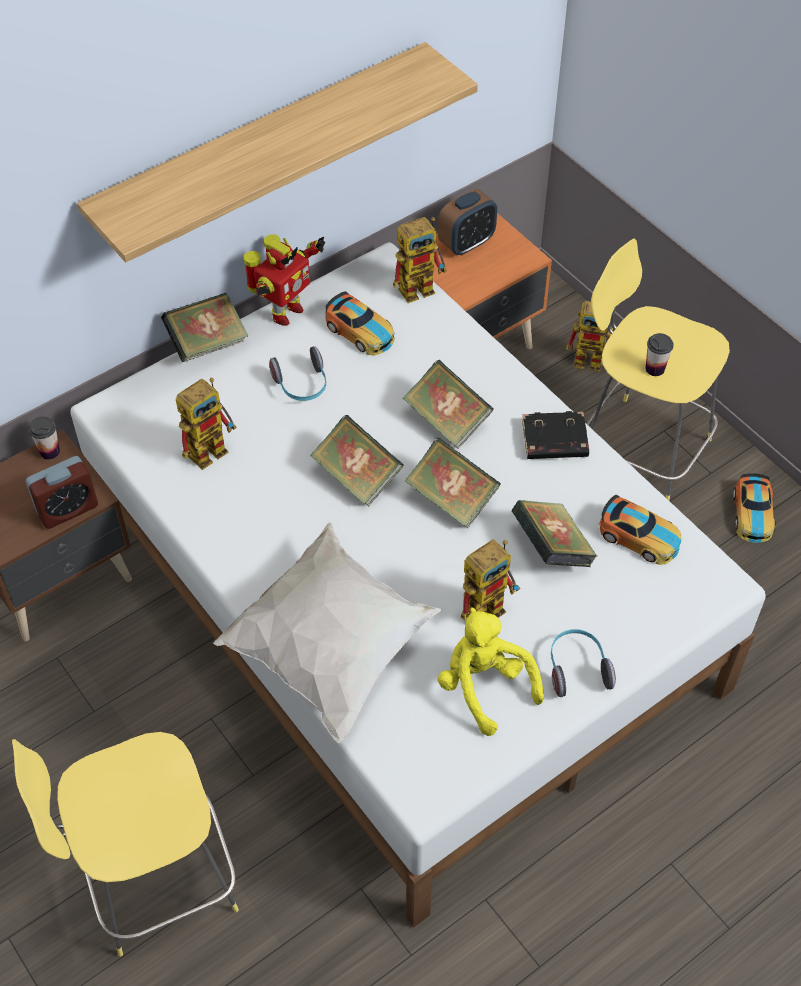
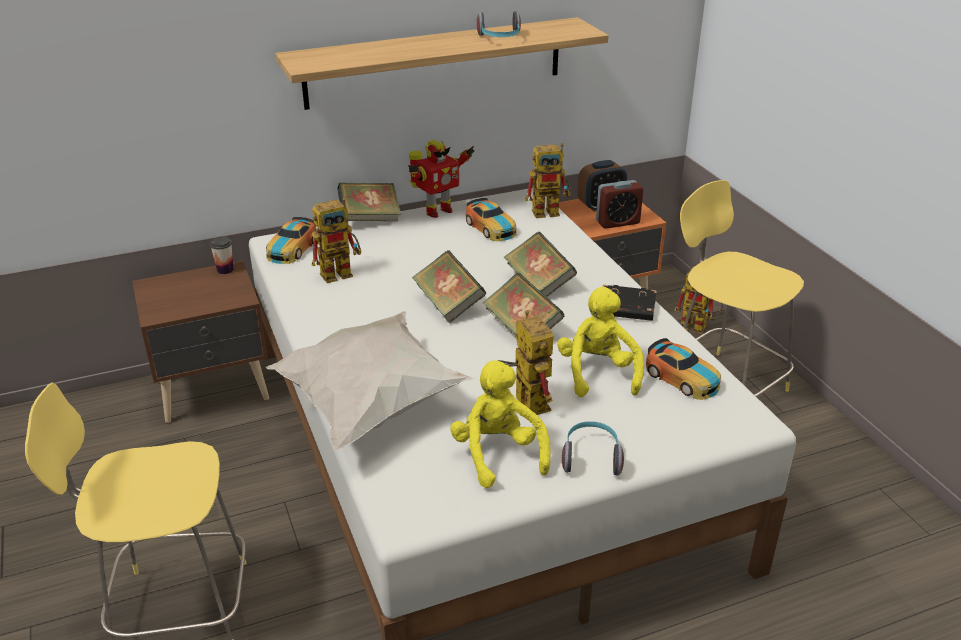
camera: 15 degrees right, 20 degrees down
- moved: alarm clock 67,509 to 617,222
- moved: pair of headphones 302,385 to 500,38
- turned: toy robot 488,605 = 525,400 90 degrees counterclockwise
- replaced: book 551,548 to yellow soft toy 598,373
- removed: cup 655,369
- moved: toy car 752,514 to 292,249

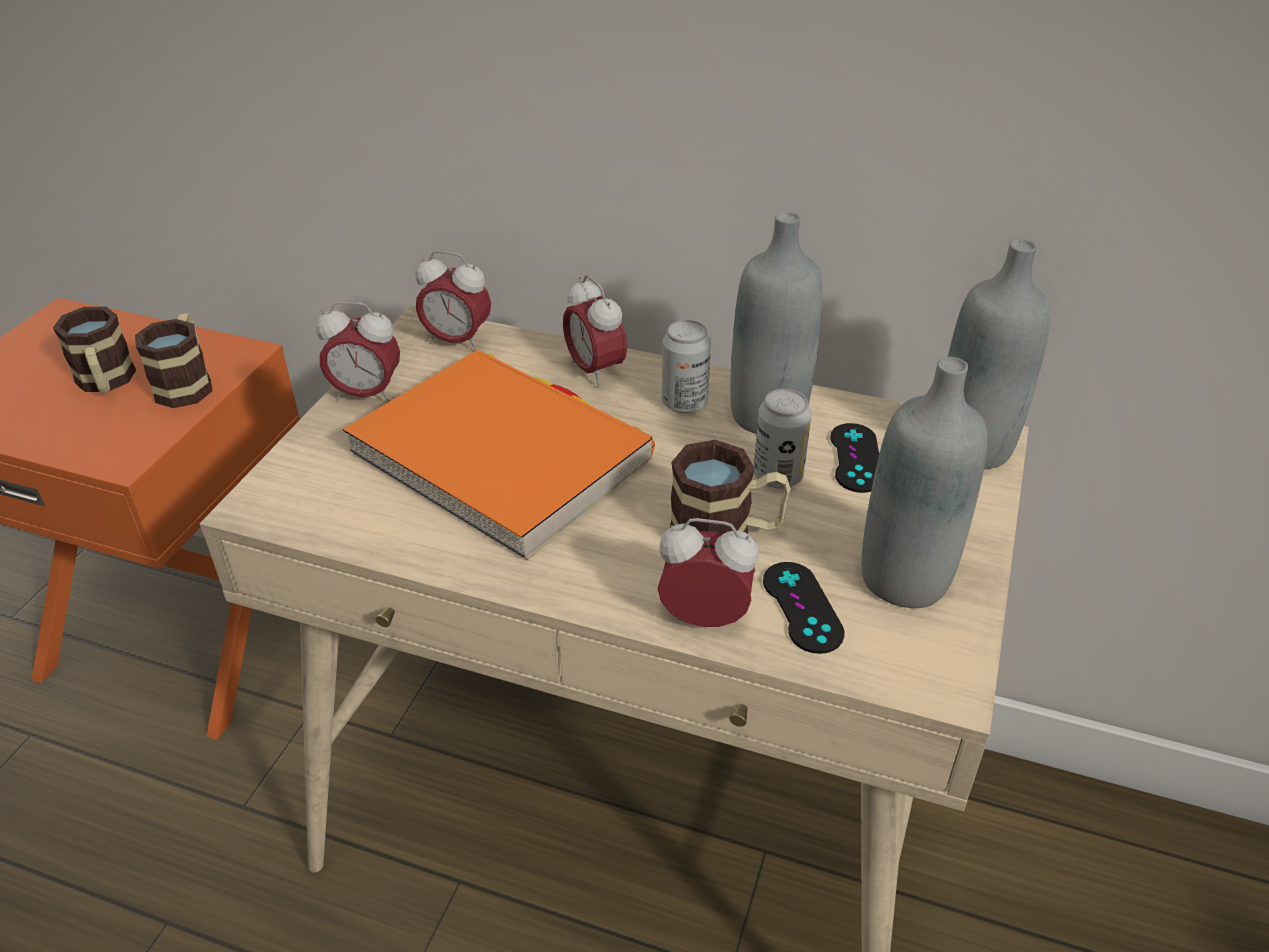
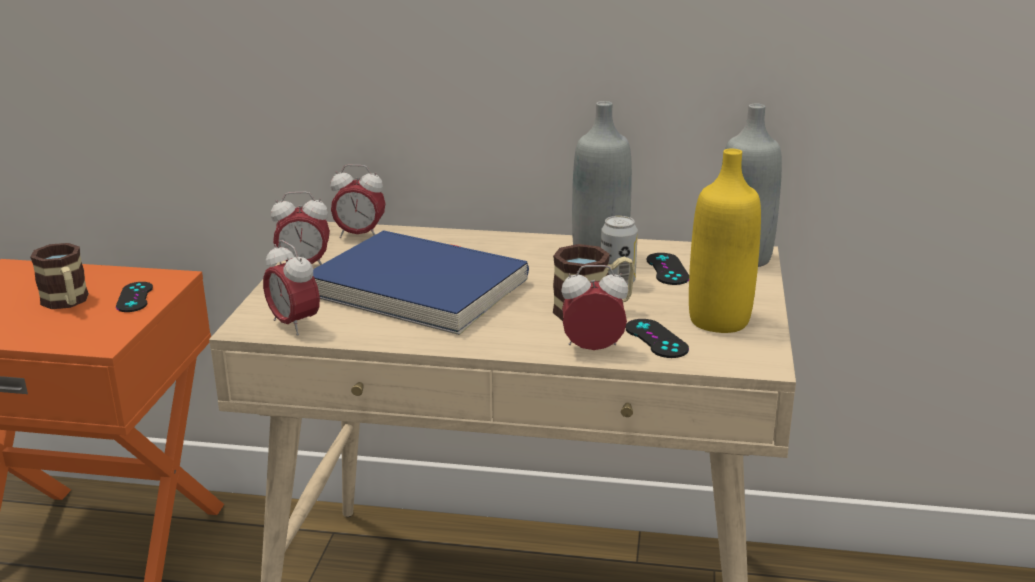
camera: 10 degrees left, 15 degrees down
- replaced: tea mug 187,383 to black-coloured gamepad 134,297
- recoloured: orange book 501,457 to blue-coloured book 419,289
- moved: alarm clock 595,371 to 294,325
- removed: metal can 684,403
- recoloured: greyish bottle 904,578 to yellow bottle 719,320

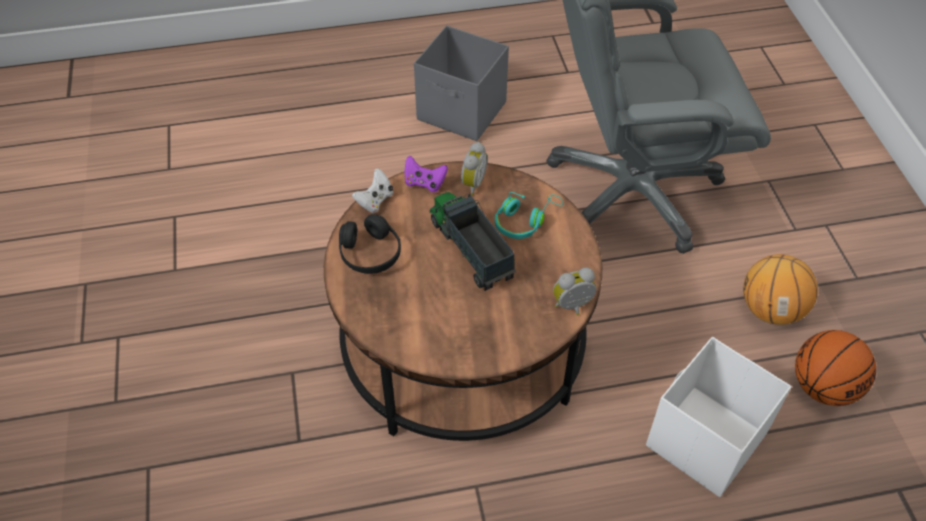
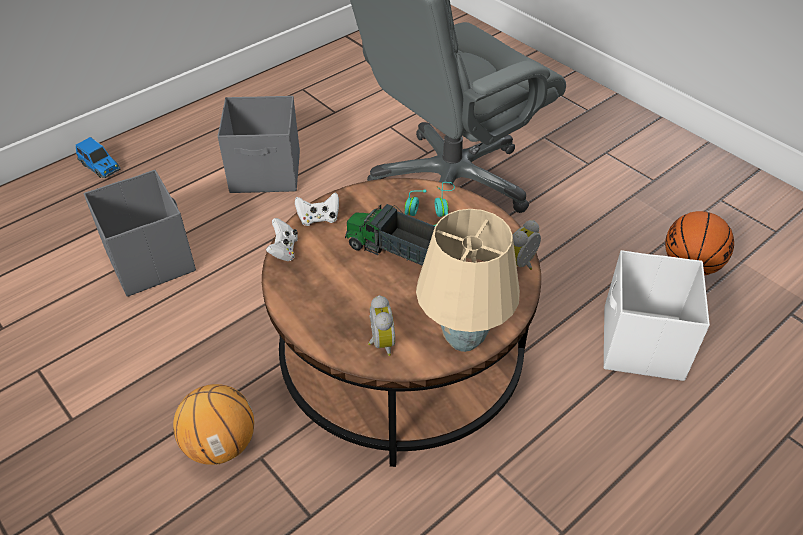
camera: 30 degrees left, 5 degrees down
- removed: black-coloured pair of headphones 370,253
- recoloured: purple gamepad 424,183 to white gamepad 318,218
- moved: alarm clock 471,183 to 380,343
- moved: ball for basketball 770,309 to 220,444
- added: toy car 100,167
- added: greyish storage container 150,260
- added: beige-coloured lamp for a table 462,339

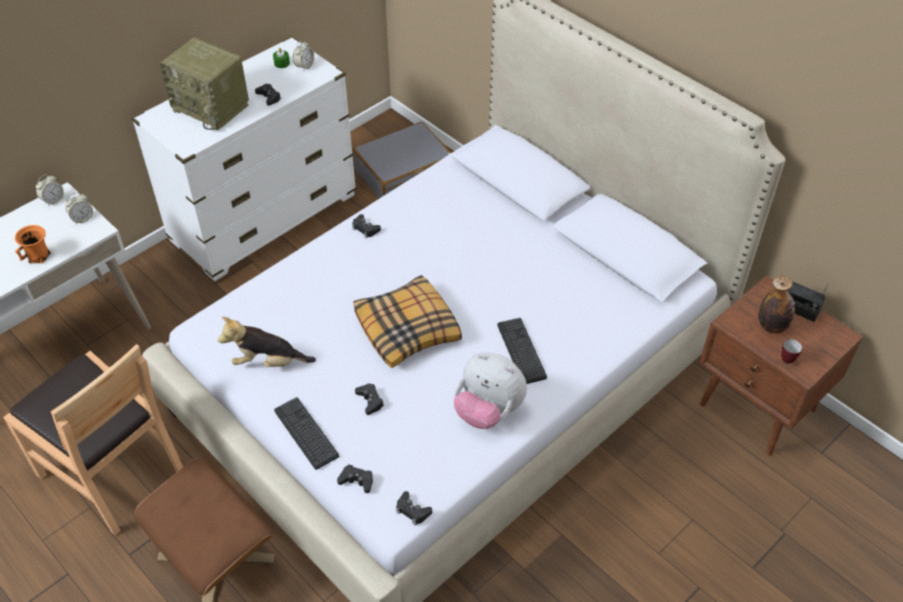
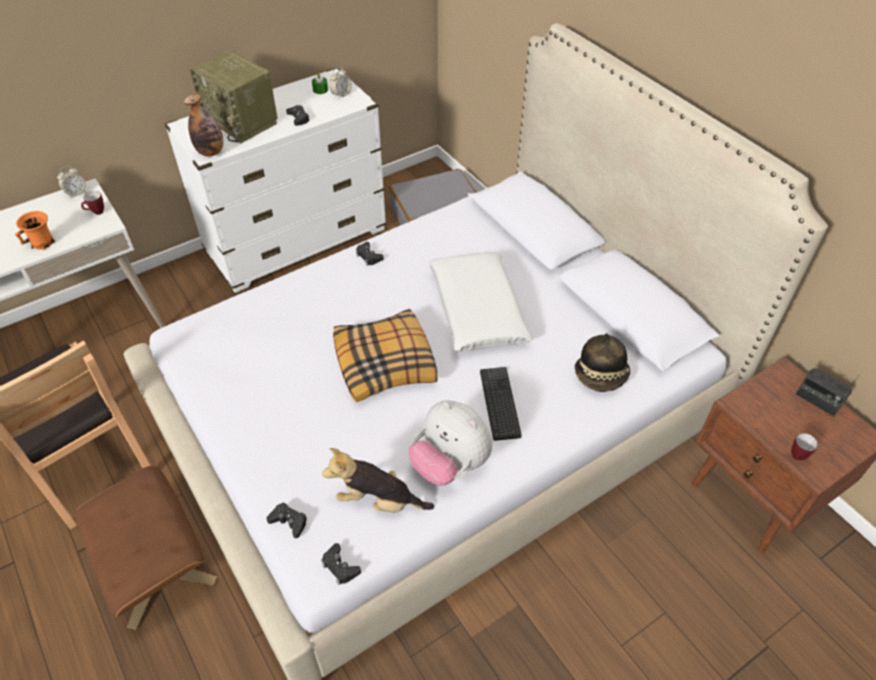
camera: 10 degrees right, 0 degrees up
- replaced: alarm clock 82,218 to tea mug 96,212
- moved: soft toy 268,362 to 378,500
- removed: PC keyboard 306,433
- removed: black-coloured gamepad 370,401
- moved: bottle 772,326 to 211,152
- added: white cushion 477,310
- added: wearable hat 601,375

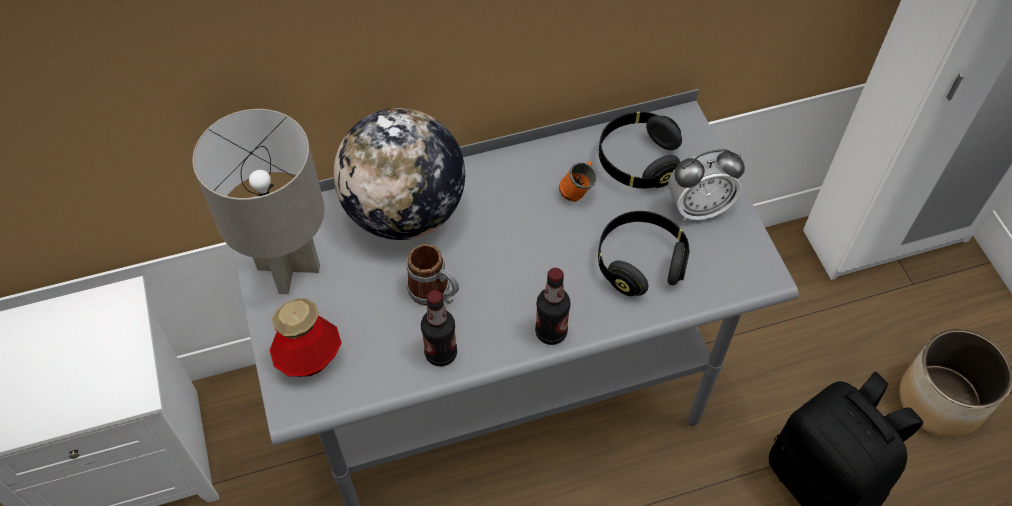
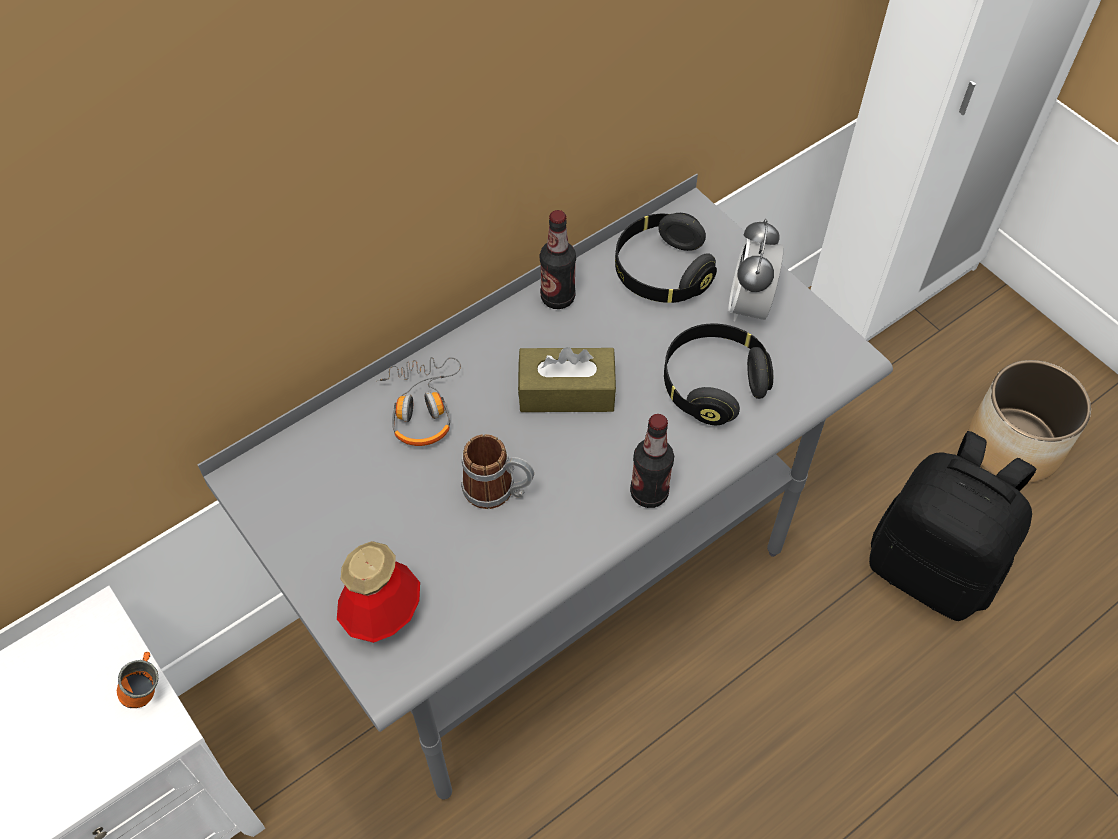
camera: 20 degrees left, 0 degrees up
- removed: greyish lamp for a table 289,268
- replaced: world globe 405,212 to pair of headphones 422,408
- moved: bottle 441,353 to 557,297
- moved: orange tea mug 578,191 to 147,688
- turned: alarm clock 698,208 = 749,305 135 degrees clockwise
- added: brown tissue box 566,391

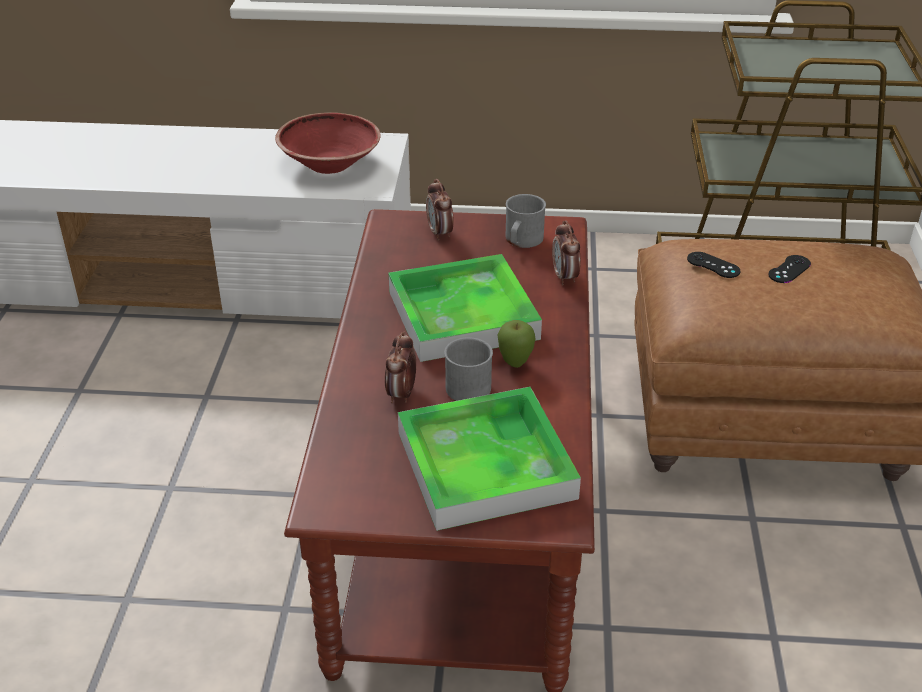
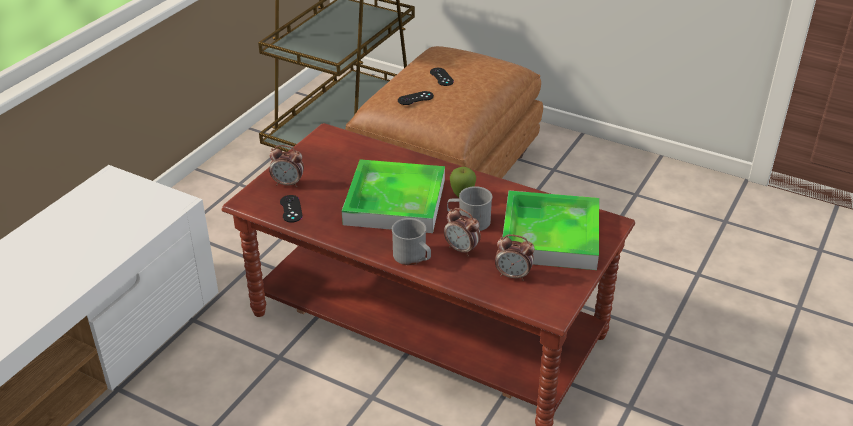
camera: 65 degrees left, 0 degrees up
- removed: reddish deep dish 329,164
- moved: greyish tea mug 522,241 to 413,258
- moved: alarm clock 565,277 to 513,275
- added: black-coloured gamepad 291,209

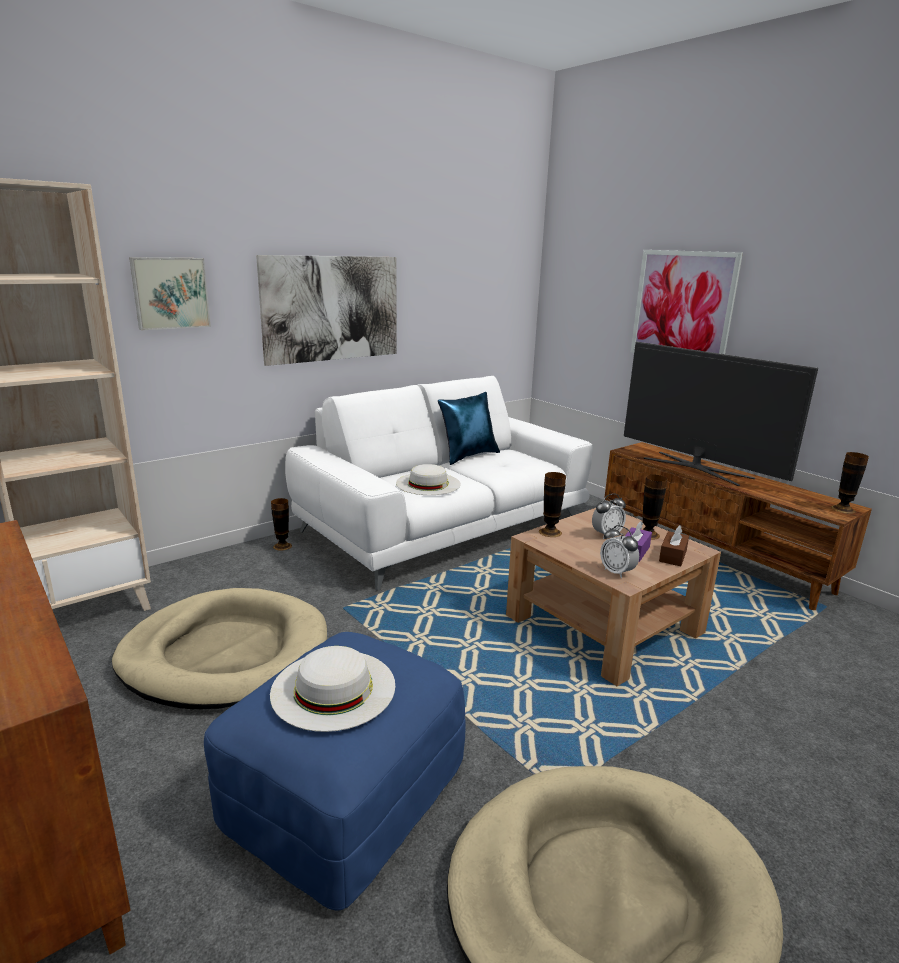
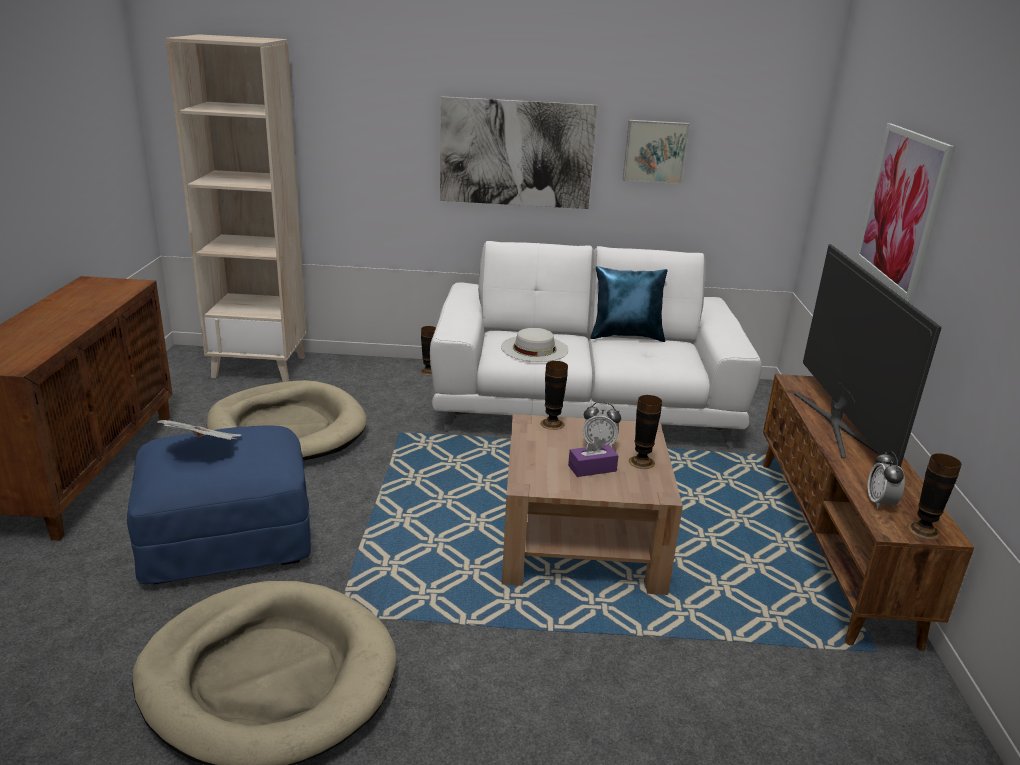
camera: 40 degrees right, 5 degrees up
- moved: wall picture 170,293 to 655,151
- replaced: white wearable hat 333,688 to newspaper 204,448
- moved: alarm clock 617,572 to 880,503
- removed: brown tissue box 673,556

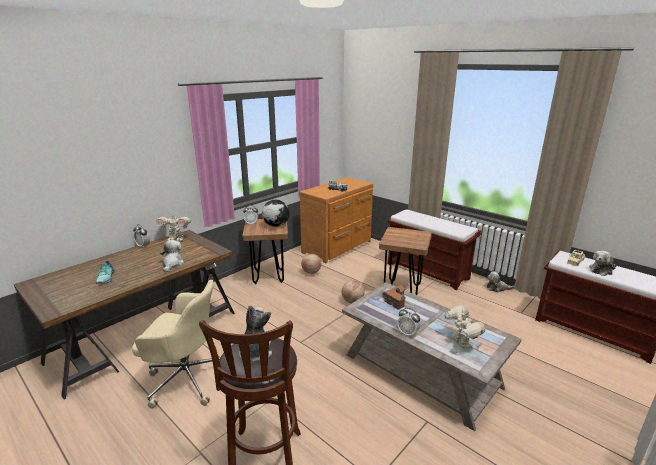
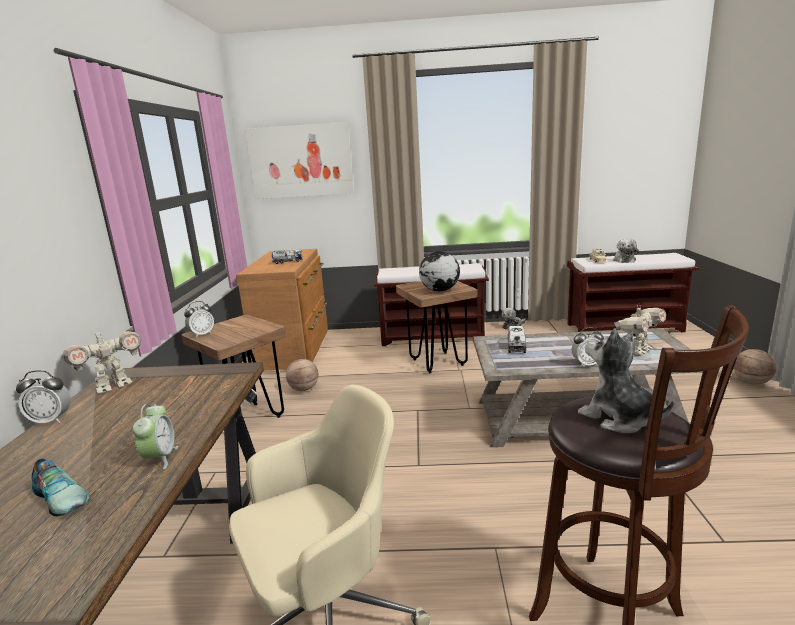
camera: 40 degrees left, 5 degrees down
- removed: soft toy 172,264
- moved: world globe 276,225 to 439,290
- moved: ball for basketball 352,301 to 751,382
- replaced: model house 394,300 to model truck 516,346
- turned: toy robot 460,343 = 637,350 105 degrees clockwise
- added: alarm clock 160,458
- added: wall picture 301,161

